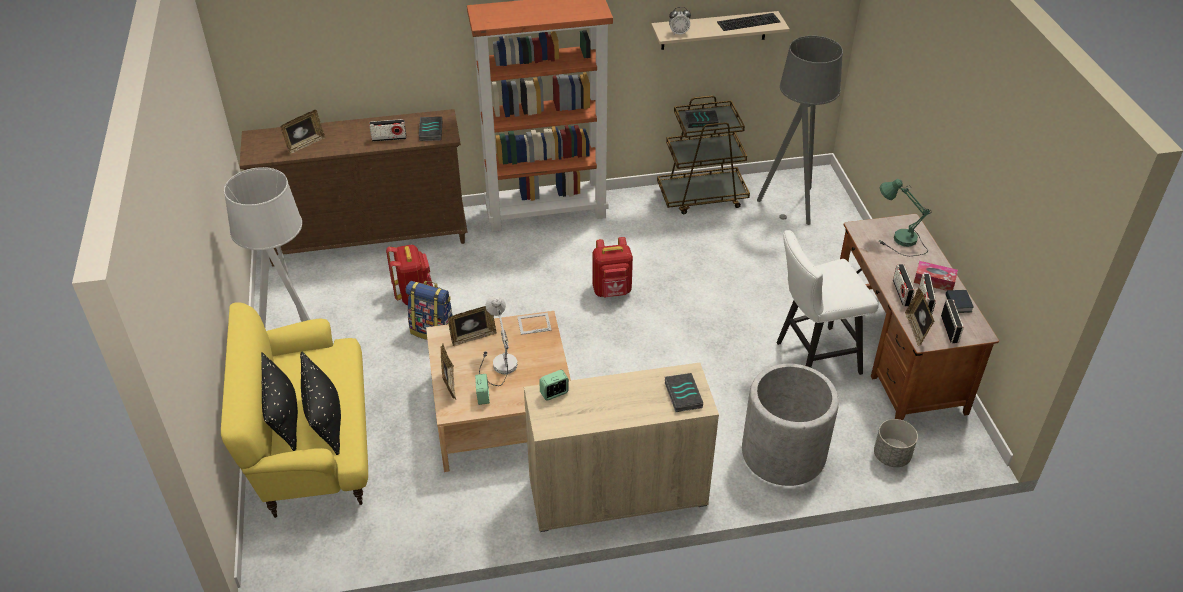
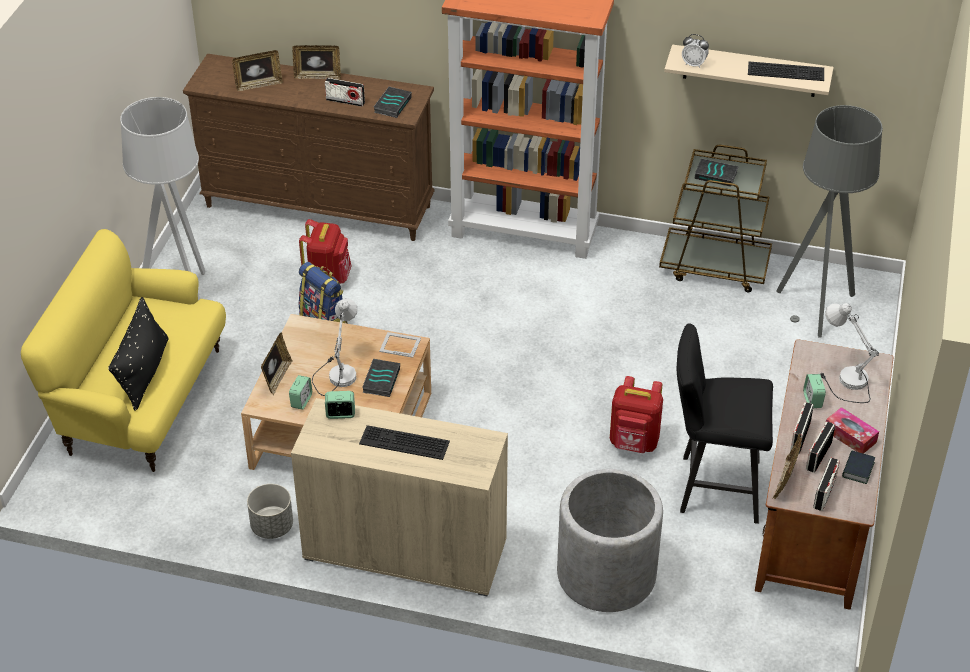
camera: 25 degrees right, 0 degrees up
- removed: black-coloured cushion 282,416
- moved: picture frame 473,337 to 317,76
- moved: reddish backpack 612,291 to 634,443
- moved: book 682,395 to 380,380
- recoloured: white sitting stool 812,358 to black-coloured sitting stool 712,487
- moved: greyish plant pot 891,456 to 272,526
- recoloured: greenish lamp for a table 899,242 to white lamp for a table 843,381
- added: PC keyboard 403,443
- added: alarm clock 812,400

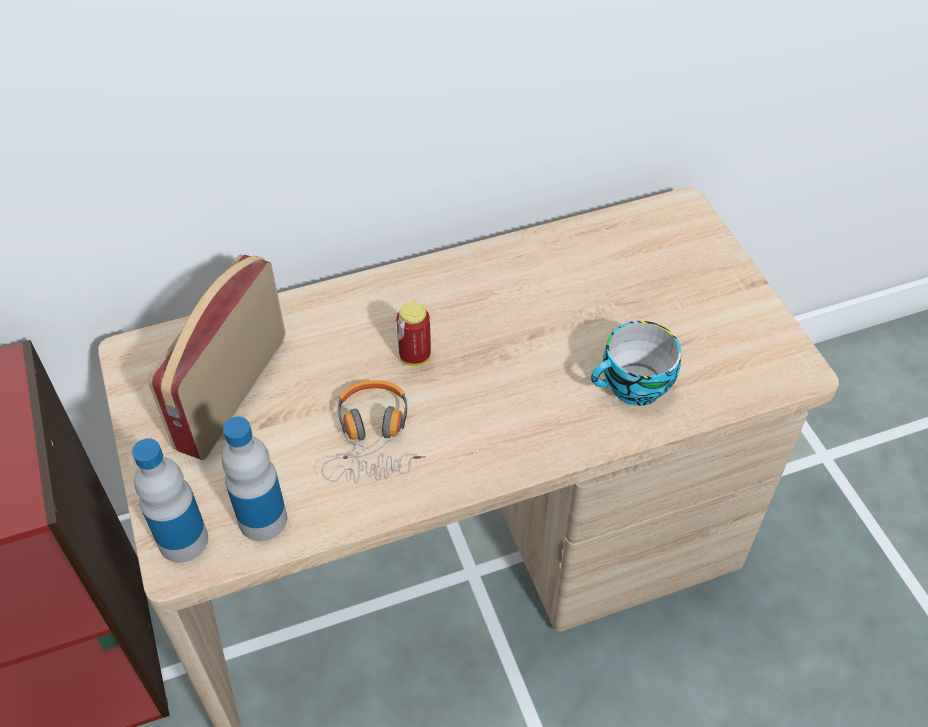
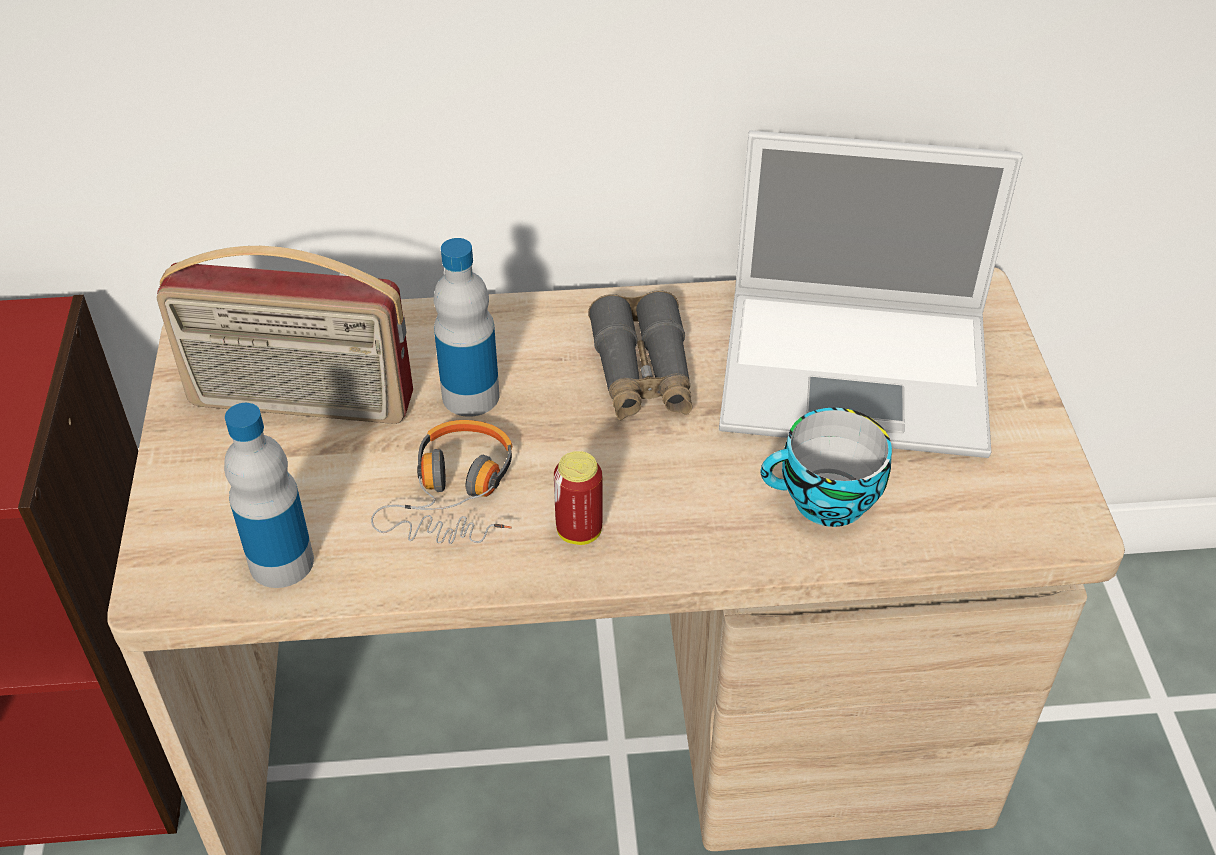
camera: 15 degrees right, 5 degrees down
- moved: bottle 183,540 to 470,396
- turned: radio set 230,392 = 300,403 120 degrees counterclockwise
- moved: metal can 415,356 to 579,531
- added: greyish pair of binoculars 642,373
- added: portable computer 861,371

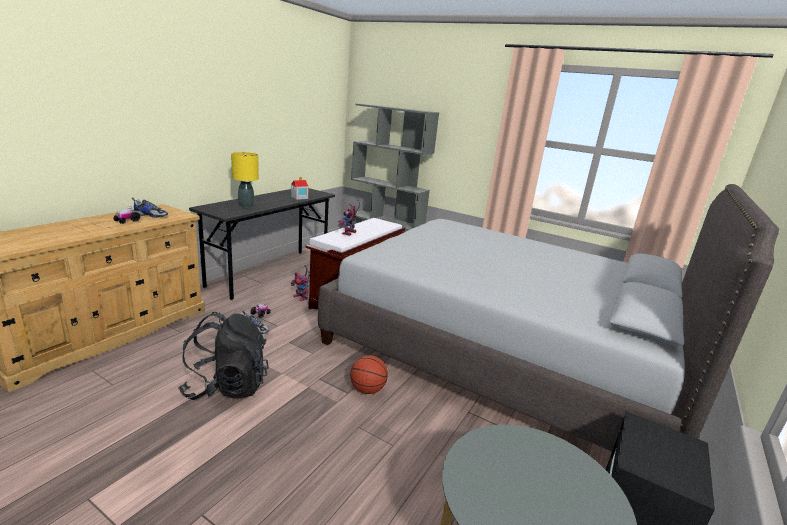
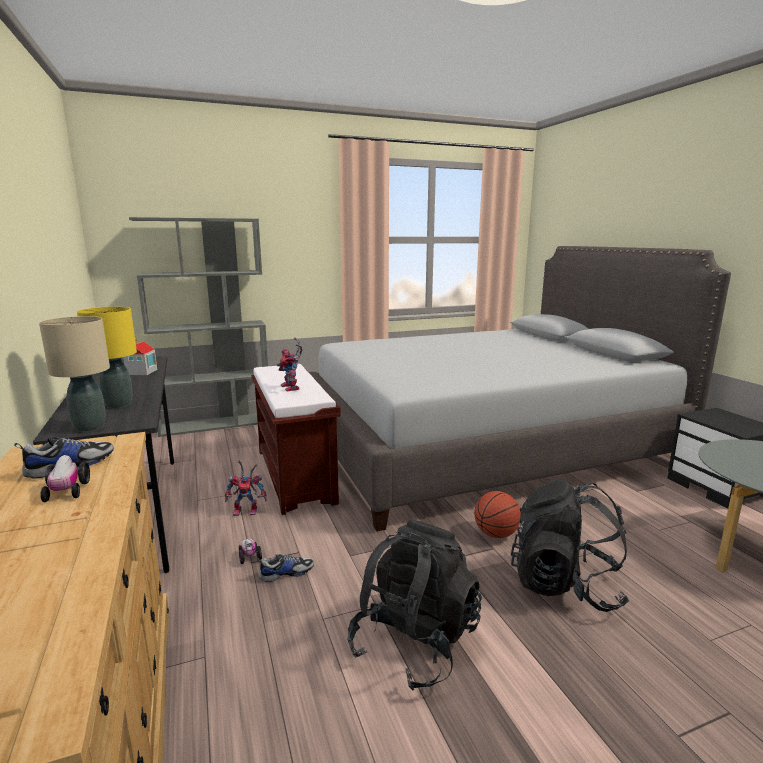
camera: 50 degrees left, 5 degrees down
- added: beige-coloured lamp for a table 89,427
- added: black-coloured backpack 565,585

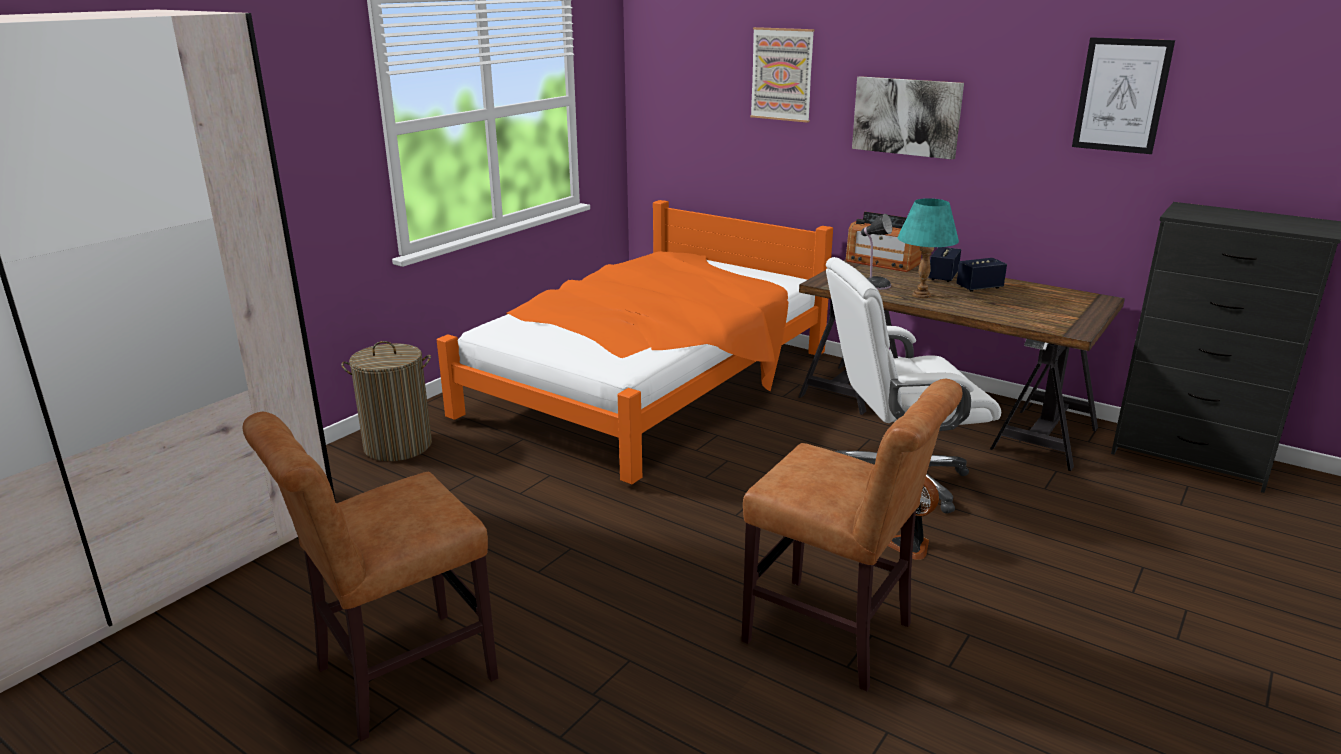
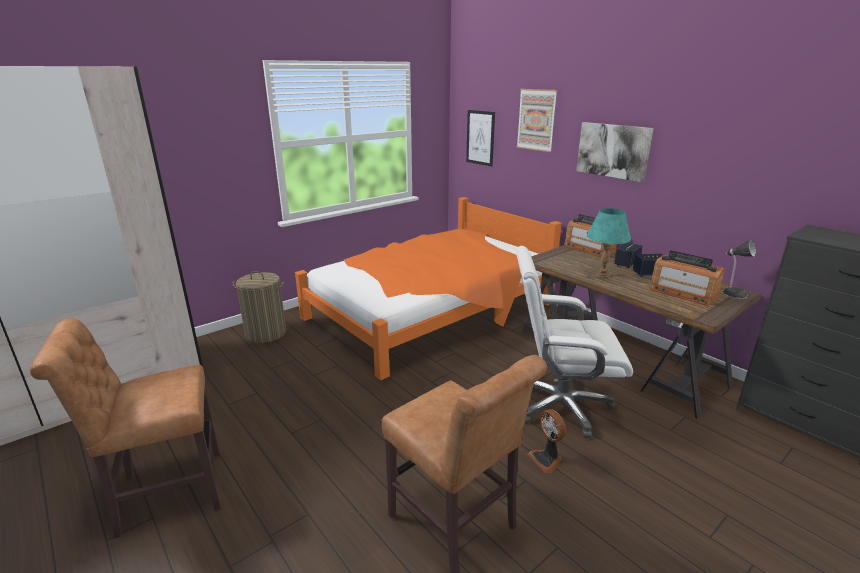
camera: 15 degrees right, 0 degrees up
- moved: lamp for a table 874,284 to 733,294
- moved: wall picture 1121,95 to 480,138
- added: radio set 682,293

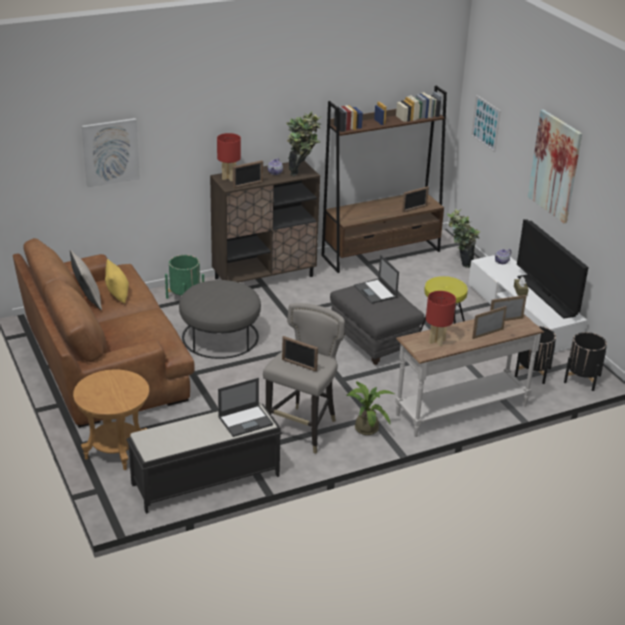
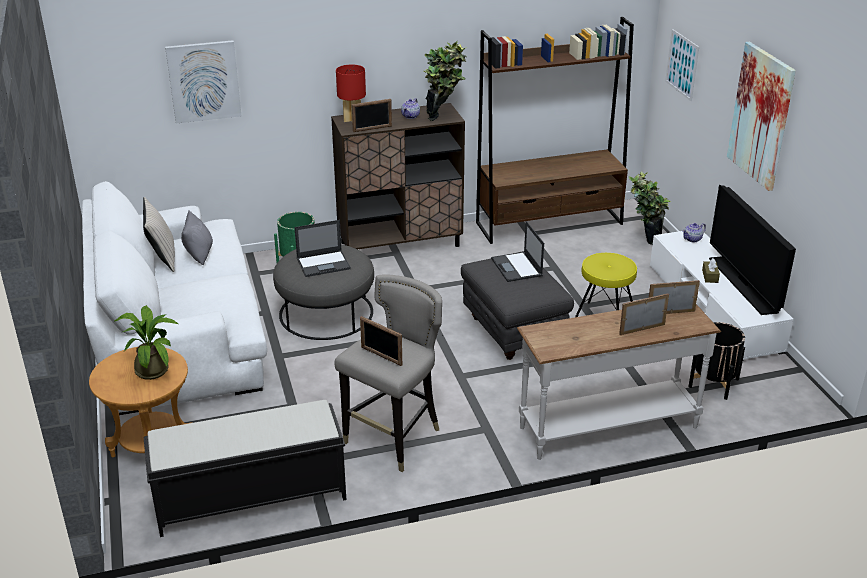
camera: 10 degrees right, 0 degrees up
- recoloured: brown settee 103,360 to white settee 177,333
- recoloured: yellow cushion 117,294 to greyish cushion 199,254
- moved: portable computer 246,420 to 324,263
- moved: plant in a pot 366,426 to 153,368
- removed: picture frame 414,209
- removed: reddish lamp for a table 437,341
- removed: black-coloured plant pot 582,379

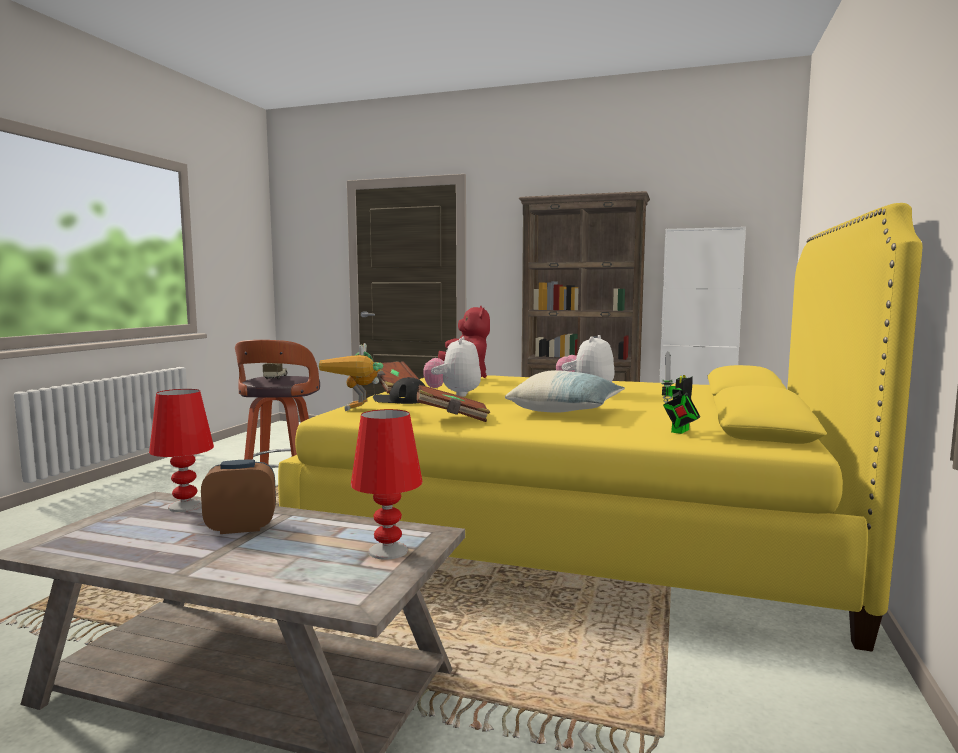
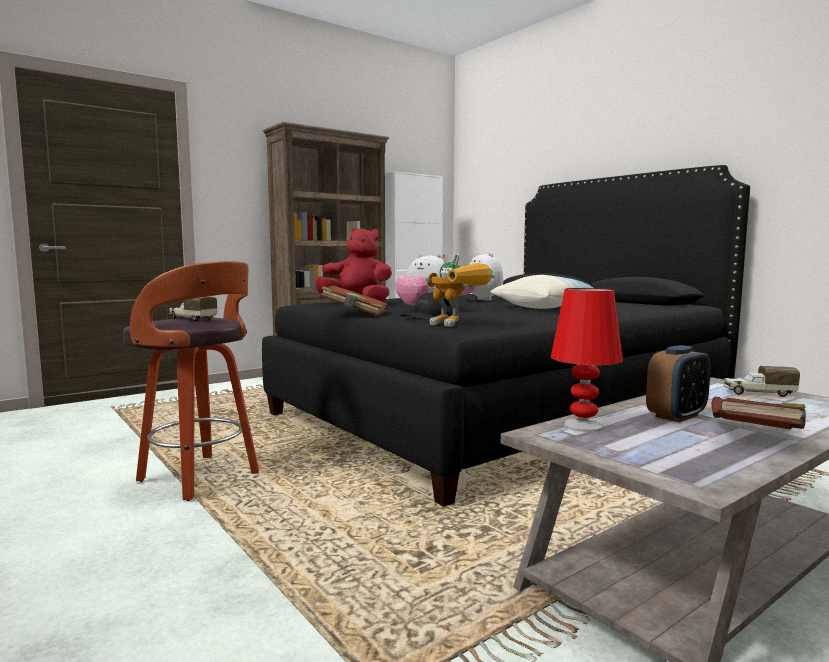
camera: 55 degrees left, 0 degrees up
- turned: alarm clock 241,528 = 676,416 150 degrees counterclockwise
- recoloured: yellow bedroom bed 577,528 to black-coloured bedroom bed 501,412
- replaced: reddish lamp for a table 388,551 to model truck 758,393
- moved: brown book 452,418 to 755,437
- removed: toy robot 678,431

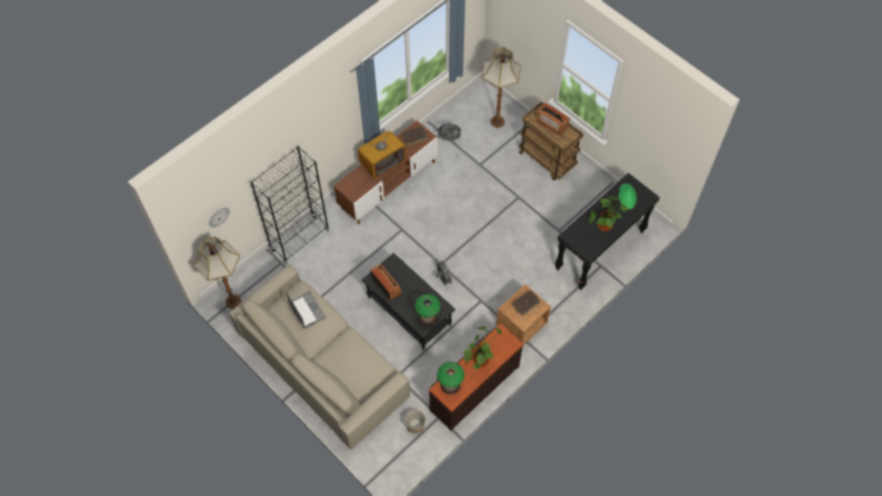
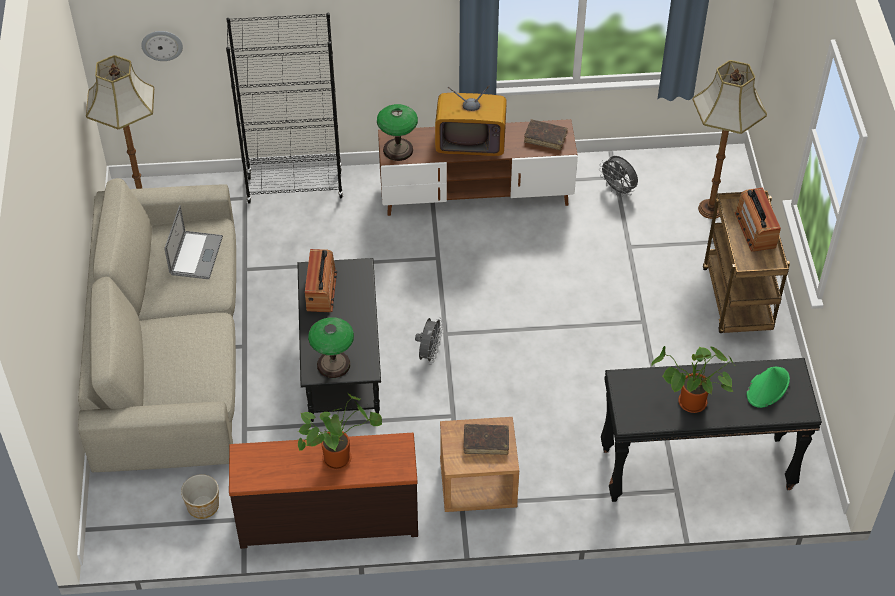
camera: 40 degrees right, 10 degrees down
- moved: lamp for a table 450,385 to 397,150

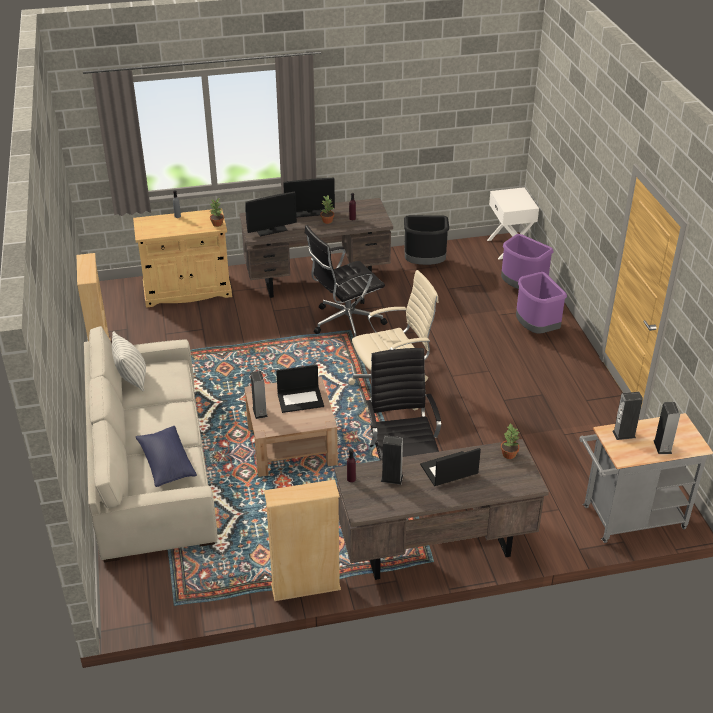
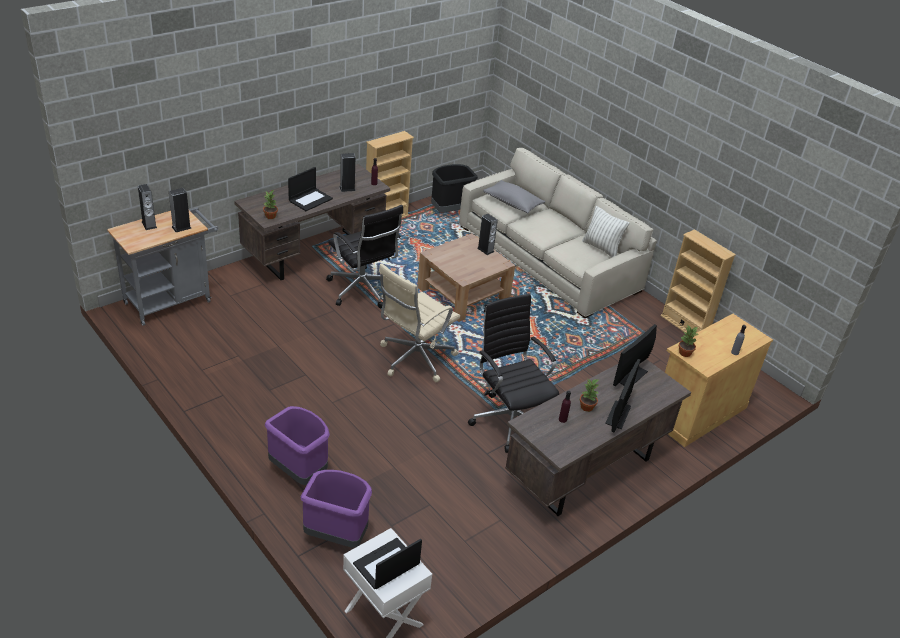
camera: 150 degrees right, 0 degrees up
- recoloured: blue-coloured cushion 166,464 to greyish cushion 513,203
- moved: portable computer 301,399 to 386,565
- turned: computer display 309,212 = 618,414 150 degrees clockwise
- turned: black-coloured desk chair 345,322 = 509,419 60 degrees counterclockwise
- moved: black-coloured rubbish bin 425,264 to 450,211

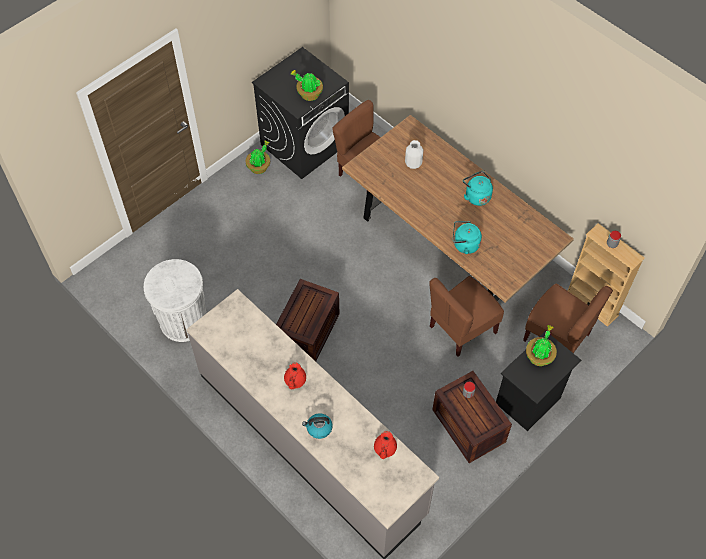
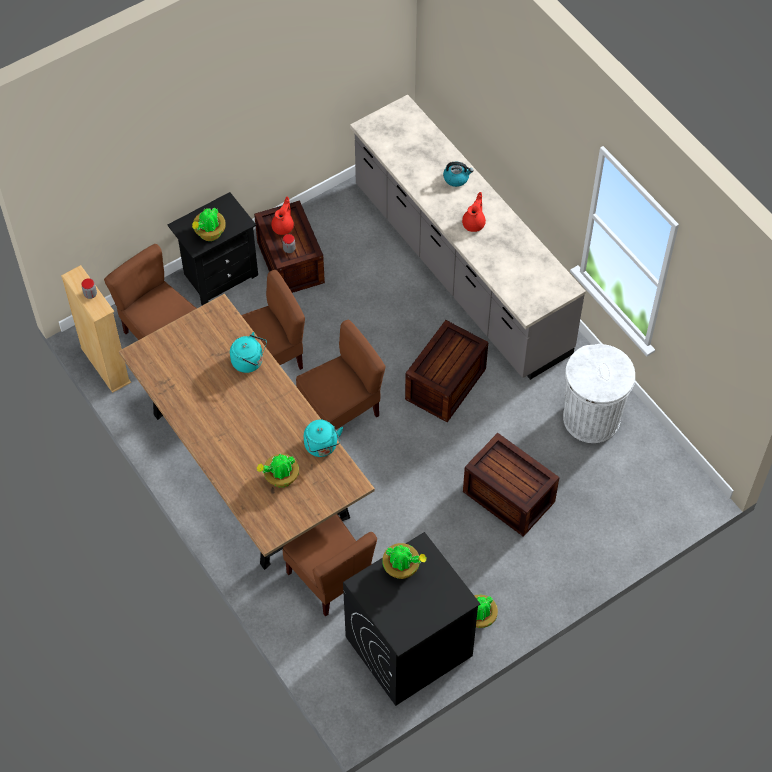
camera: 170 degrees left, 0 degrees up
- moved: reddish tea pot 384,449 to 283,226
- replaced: white flower vase 413,163 to plant in a pot 280,478
- moved: blue-green water kettle 476,196 to 322,447
- added: brown chair 340,411
- added: shipping crate 509,497

